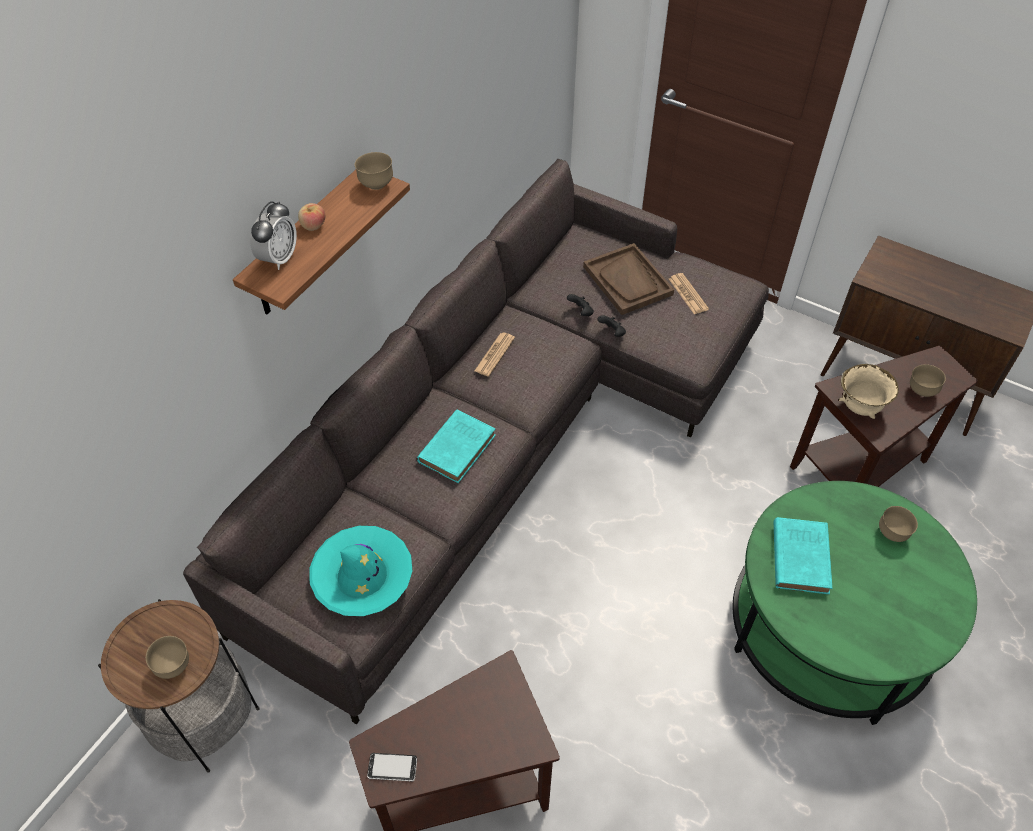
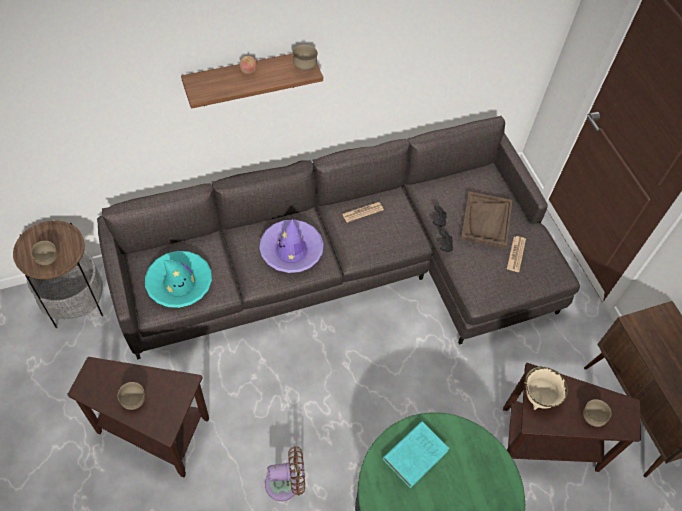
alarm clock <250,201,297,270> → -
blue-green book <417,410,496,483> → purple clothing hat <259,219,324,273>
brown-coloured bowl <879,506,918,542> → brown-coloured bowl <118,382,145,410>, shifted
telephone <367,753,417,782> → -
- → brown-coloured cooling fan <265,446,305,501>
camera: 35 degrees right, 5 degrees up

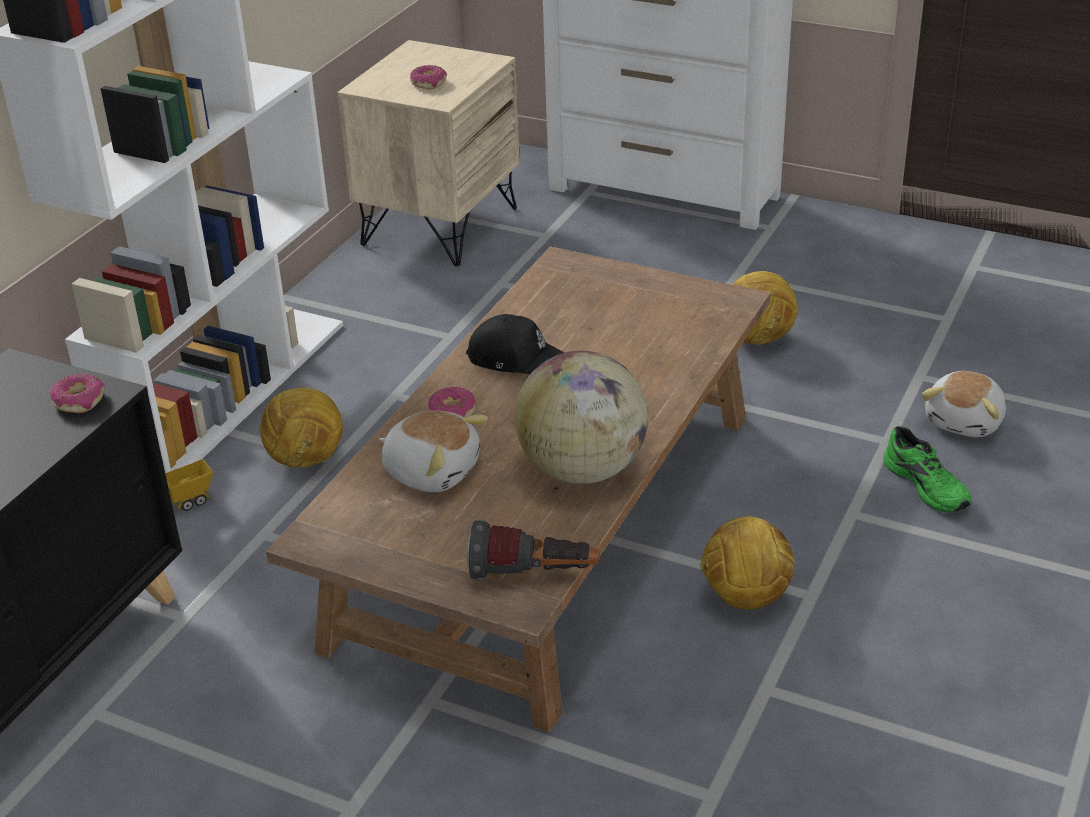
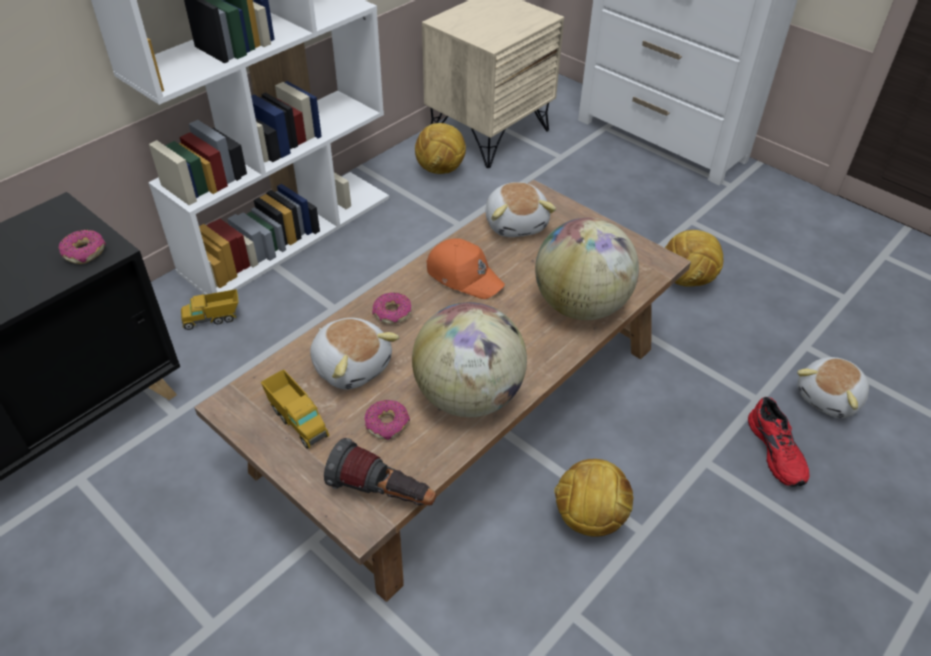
doughnut <410,65,447,90> → doughnut <364,400,410,440>, shifted
black-coloured cap <466,314,565,374> → orangey cap <426,238,505,299>
ball for football <260,388,343,468> → ball for football <415,123,466,174>, shifted
green-coloured low shoe <883,426,971,513> → red-coloured low shoe <748,397,809,487>
- → soft toy <485,182,556,237>
- → world globe <535,217,639,320>
- → toy truck <261,369,329,449>
camera: 15 degrees right, 10 degrees up

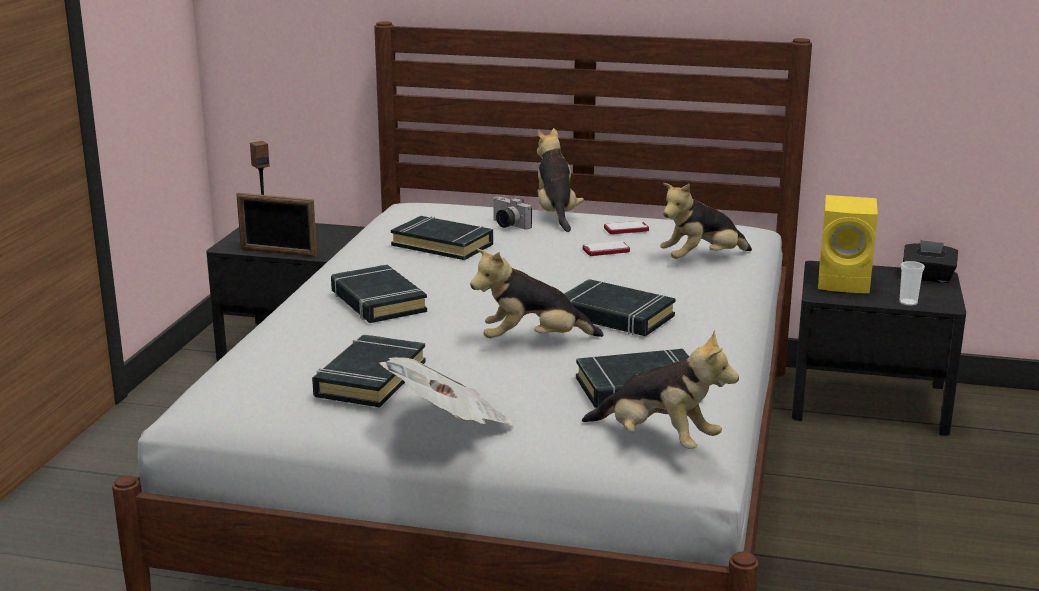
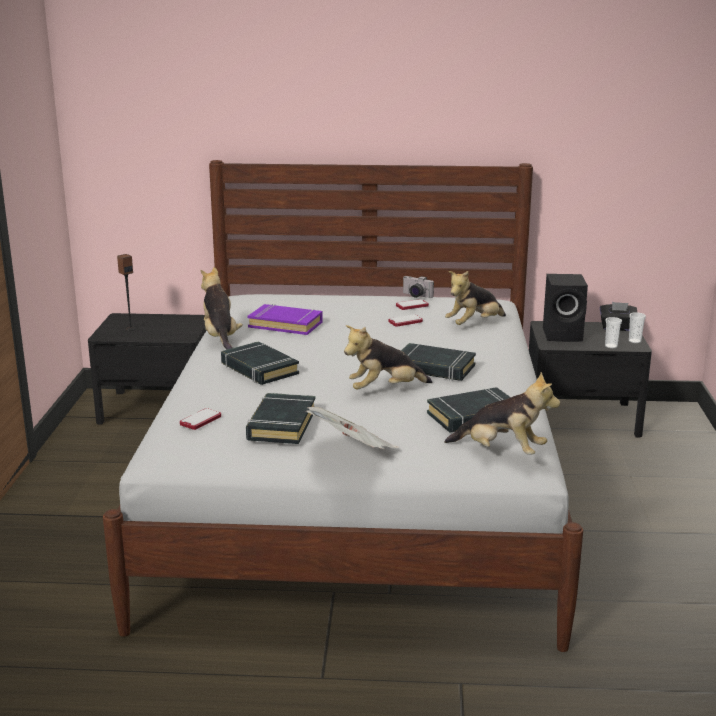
soft toy <537,128,584,232> → soft toy <201,267,243,350>, shifted
photo frame <236,193,317,257> → -
yellowish speaker <818,195,878,293> → black-coloured speaker <543,274,588,342>
still camera <493,197,532,229> → still camera <403,276,434,298>, shifted
black-coloured book <391,216,493,260> → purple book <248,304,323,335>
- → small cup <629,312,646,343>
- → telephone <180,408,221,430>
camera: 10 degrees left, 0 degrees up

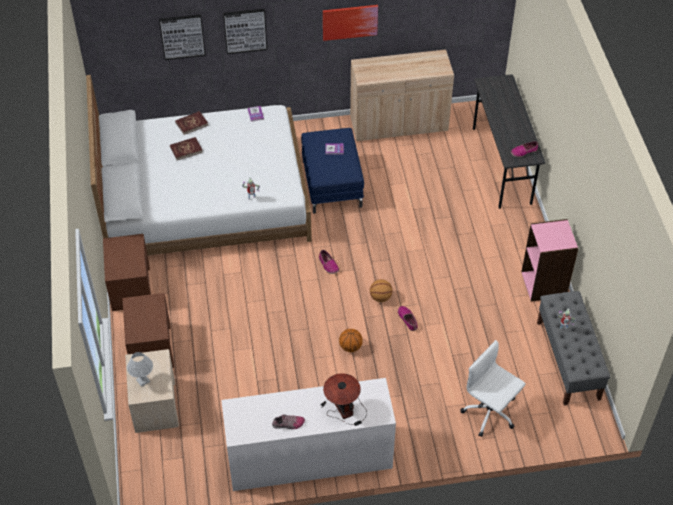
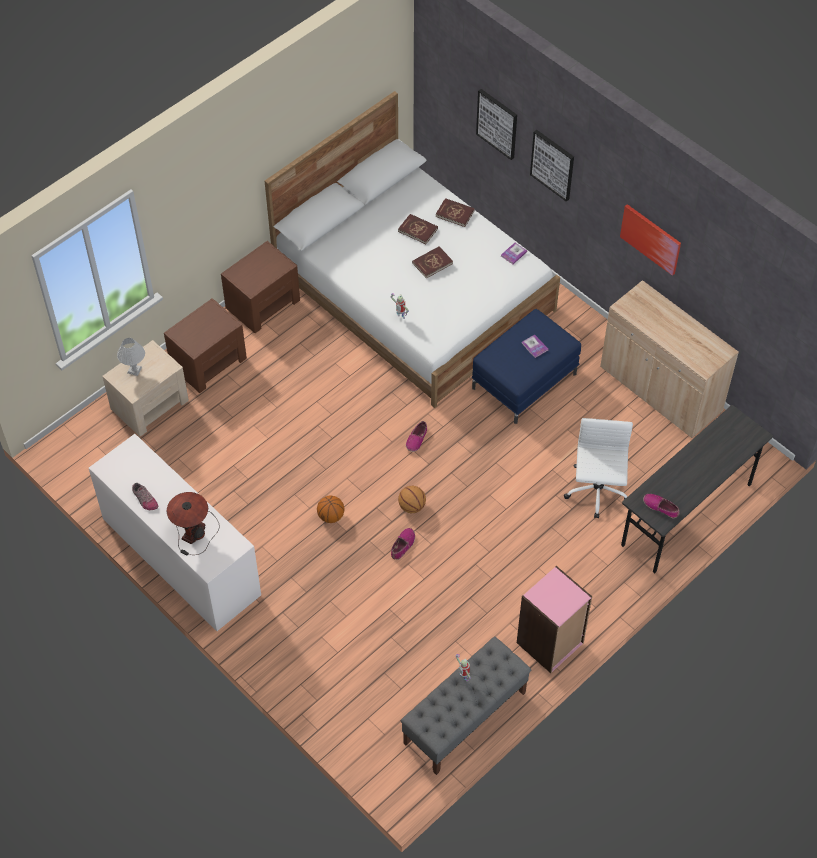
white-coloured office chair <460,340,525,437> → white-coloured office chair <564,418,633,518>, shifted
- → red-coloured book <412,246,453,278>
camera: 55 degrees right, 5 degrees up

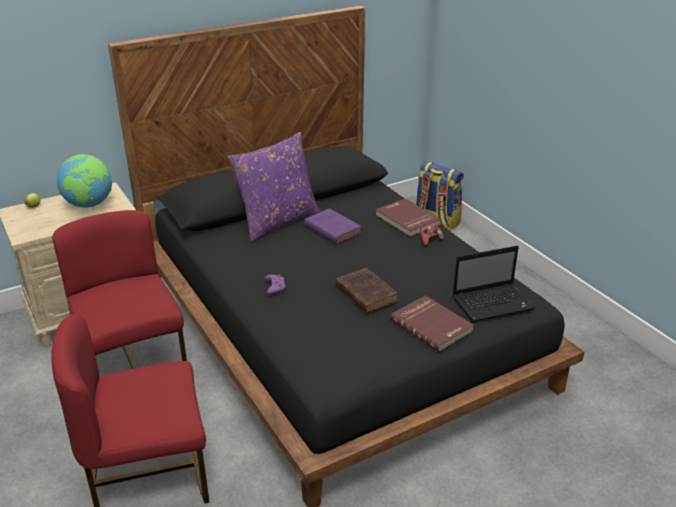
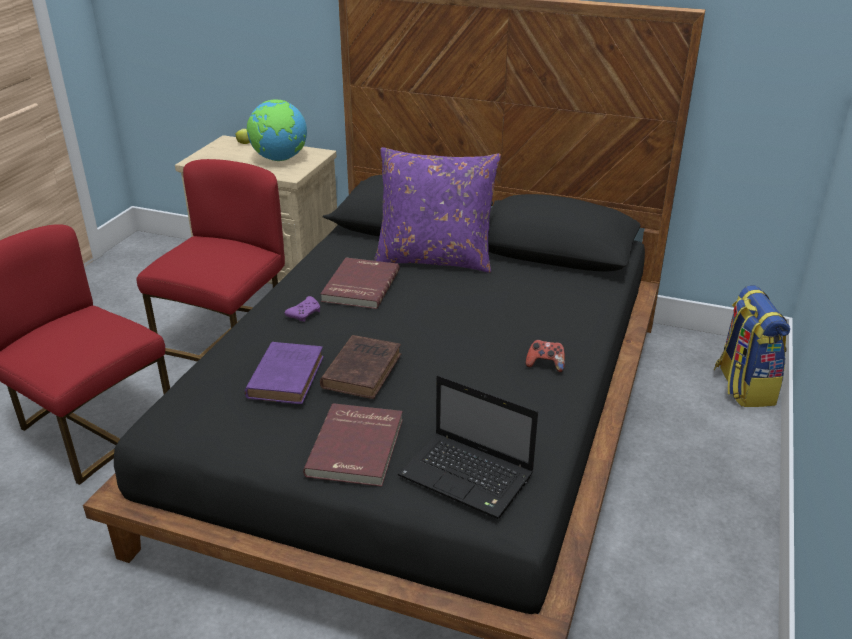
red-coloured book <376,199,442,237> → red-coloured book <321,258,400,309>, shifted
purple book <304,208,361,244> → purple book <245,342,324,404>, shifted
camera: 50 degrees right, 0 degrees up

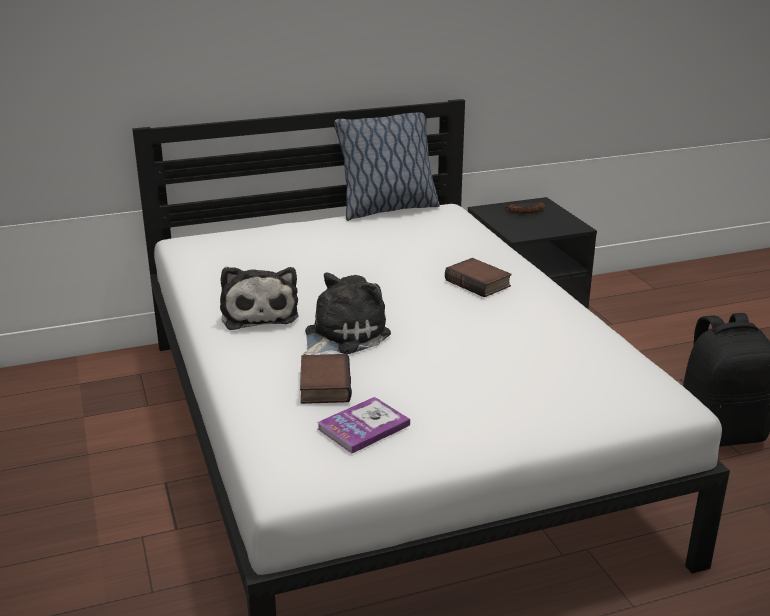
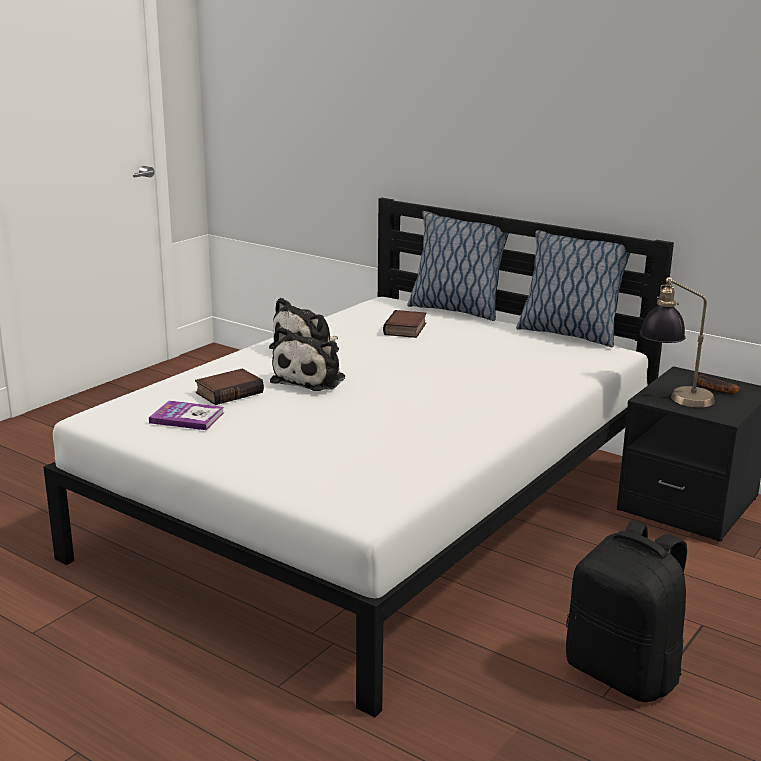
book <445,258,512,298> → book <383,310,427,338>, shifted
soft toy <303,272,391,355> → soft toy <270,326,345,391>, 105 degrees clockwise
- → pillow <407,211,509,321>
- → tabletop lamp <640,277,715,407>
camera: 55 degrees right, 5 degrees down

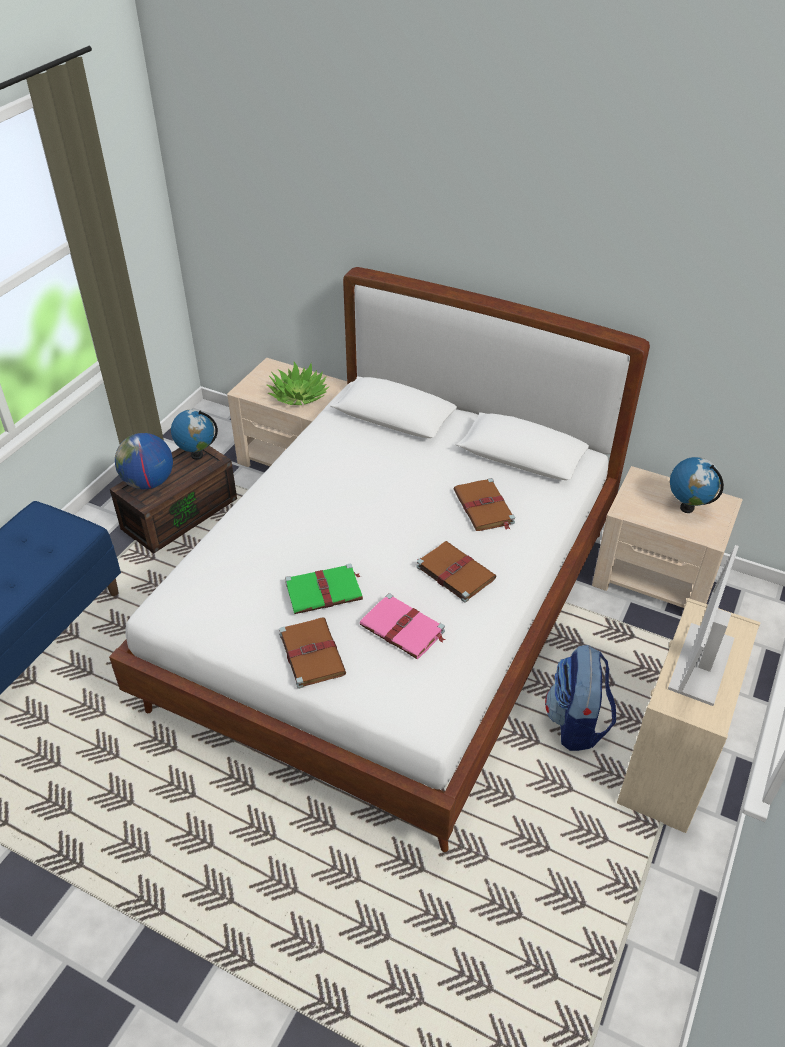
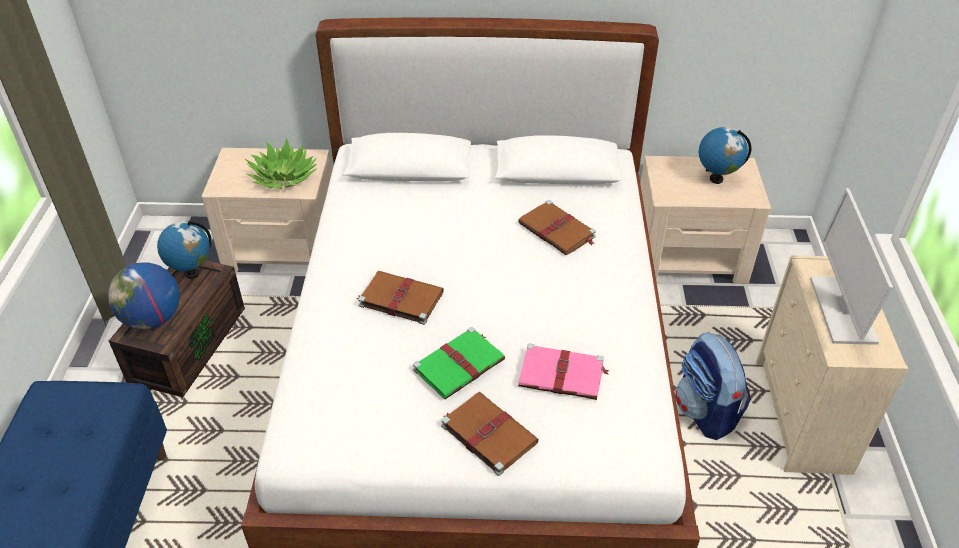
brown-coloured book <416,541,496,603> → brown-coloured book <356,271,444,325>, shifted
camera: 25 degrees left, 0 degrees up

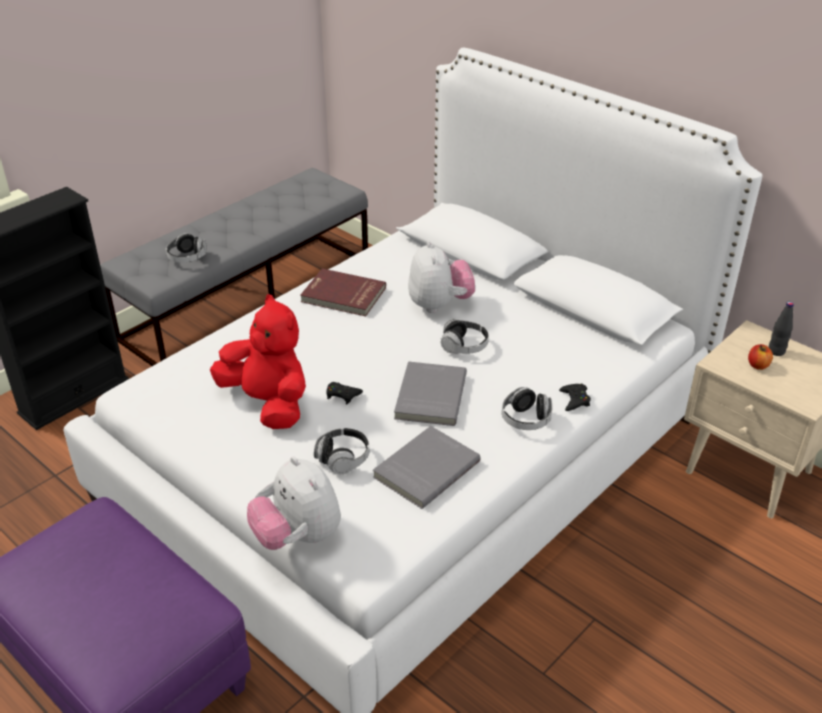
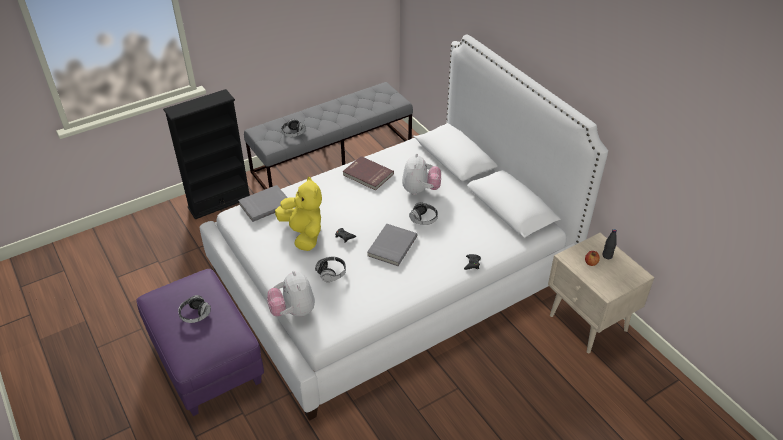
red-coloured soft toy <210,294,306,429> → yellowish soft toy <275,176,322,251>
headphones <502,387,552,430> → headphones <178,295,211,323>, shifted
grey book <373,426,481,509> → grey book <238,185,288,222>, shifted
camera: 15 degrees right, 5 degrees up

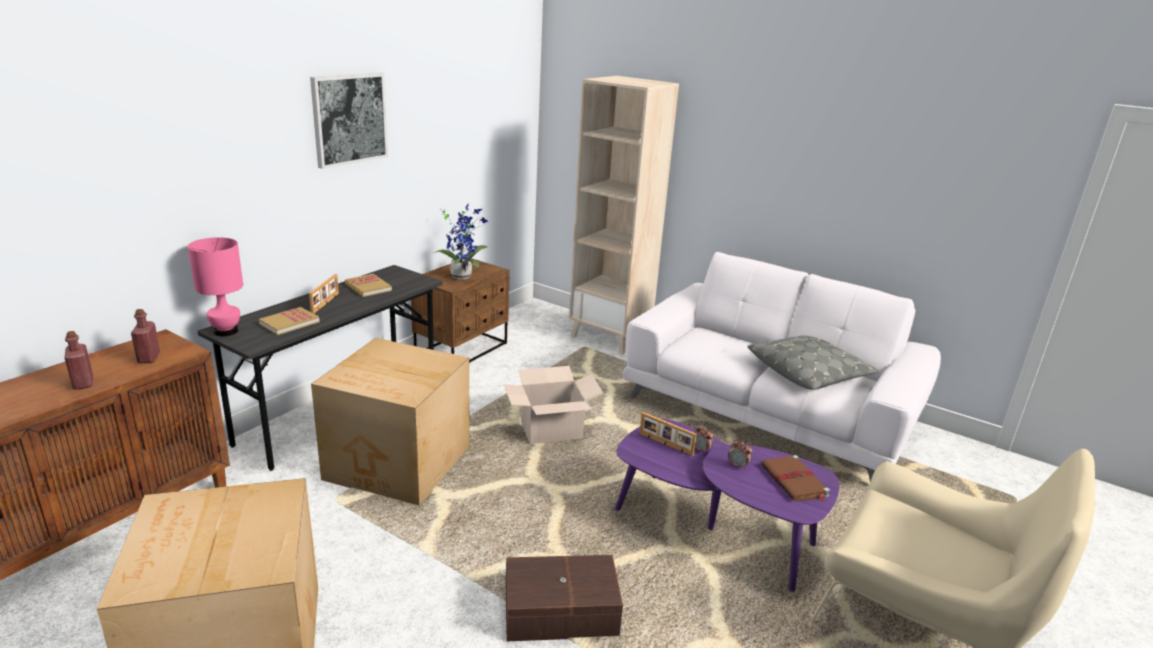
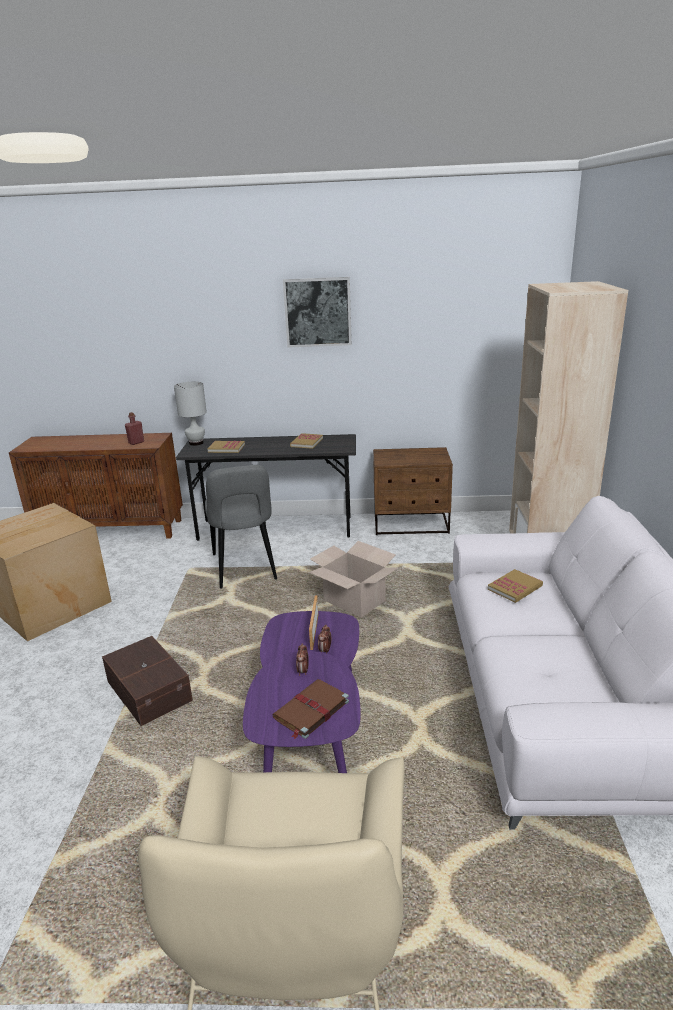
plant in a pot <434,204,488,280> → -
pink tabletop lamp <187,237,243,336> → white-coloured tabletop lamp <174,381,207,446>
photo frame <309,274,339,314> → -
red-coloured beverage bottle <64,331,93,390> → -
grey pillow <748,335,879,390> → -
packing box <311,338,469,505> → grey upright chair <205,465,277,589>
- → book <488,569,543,603>
camera: 60 degrees right, 0 degrees up

